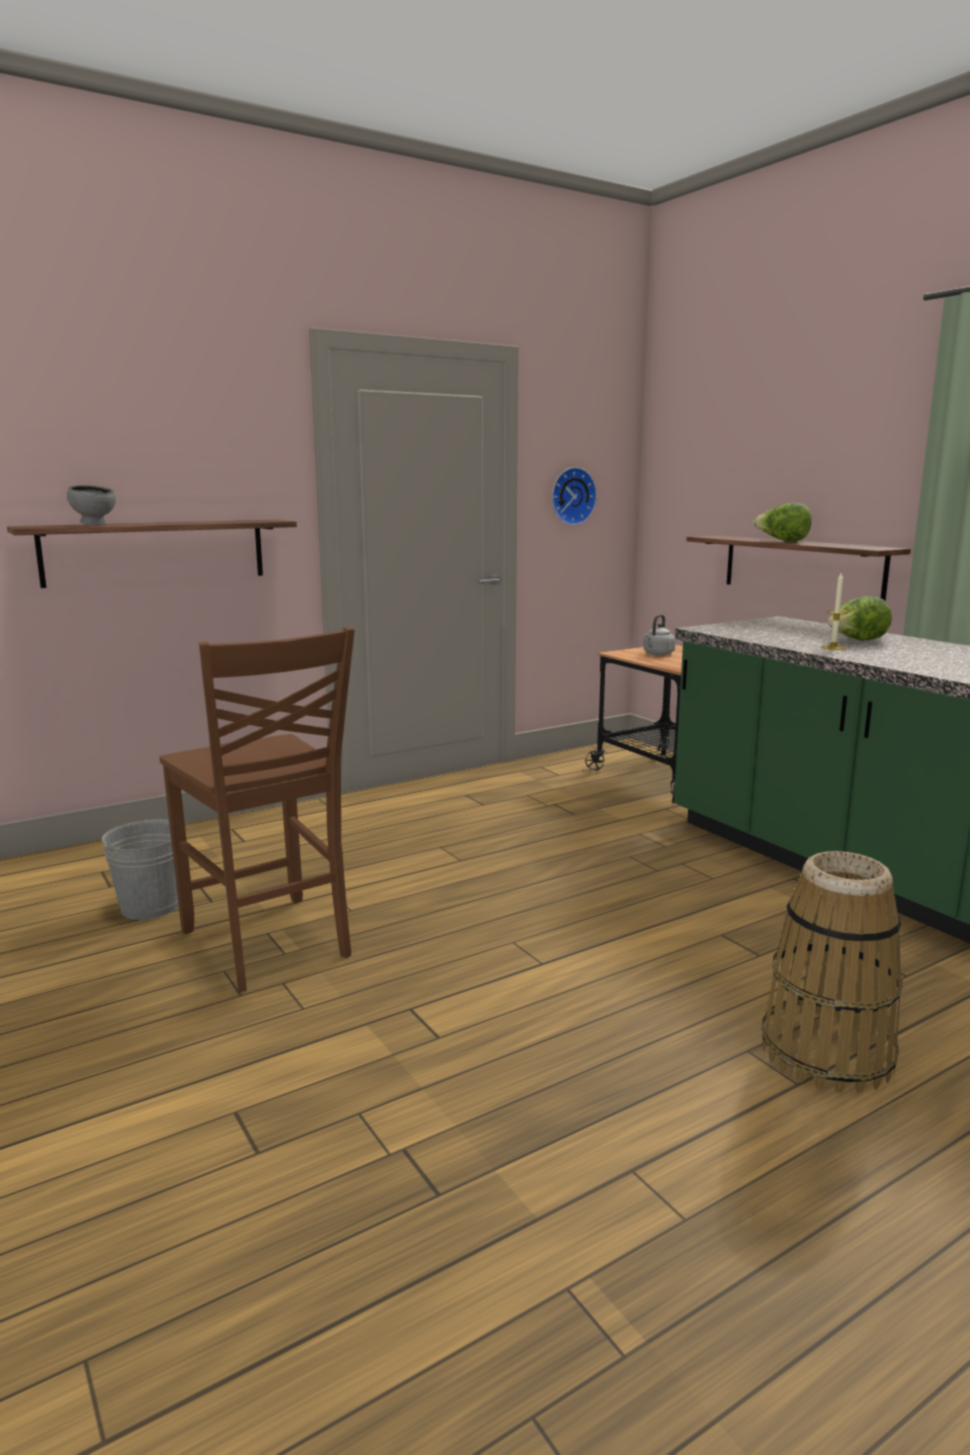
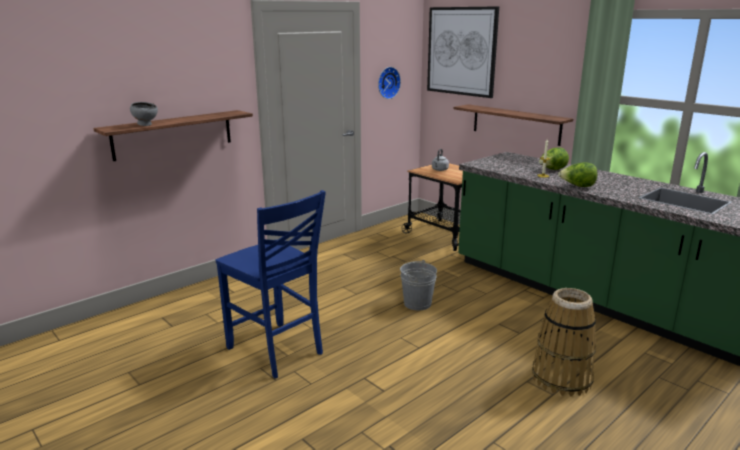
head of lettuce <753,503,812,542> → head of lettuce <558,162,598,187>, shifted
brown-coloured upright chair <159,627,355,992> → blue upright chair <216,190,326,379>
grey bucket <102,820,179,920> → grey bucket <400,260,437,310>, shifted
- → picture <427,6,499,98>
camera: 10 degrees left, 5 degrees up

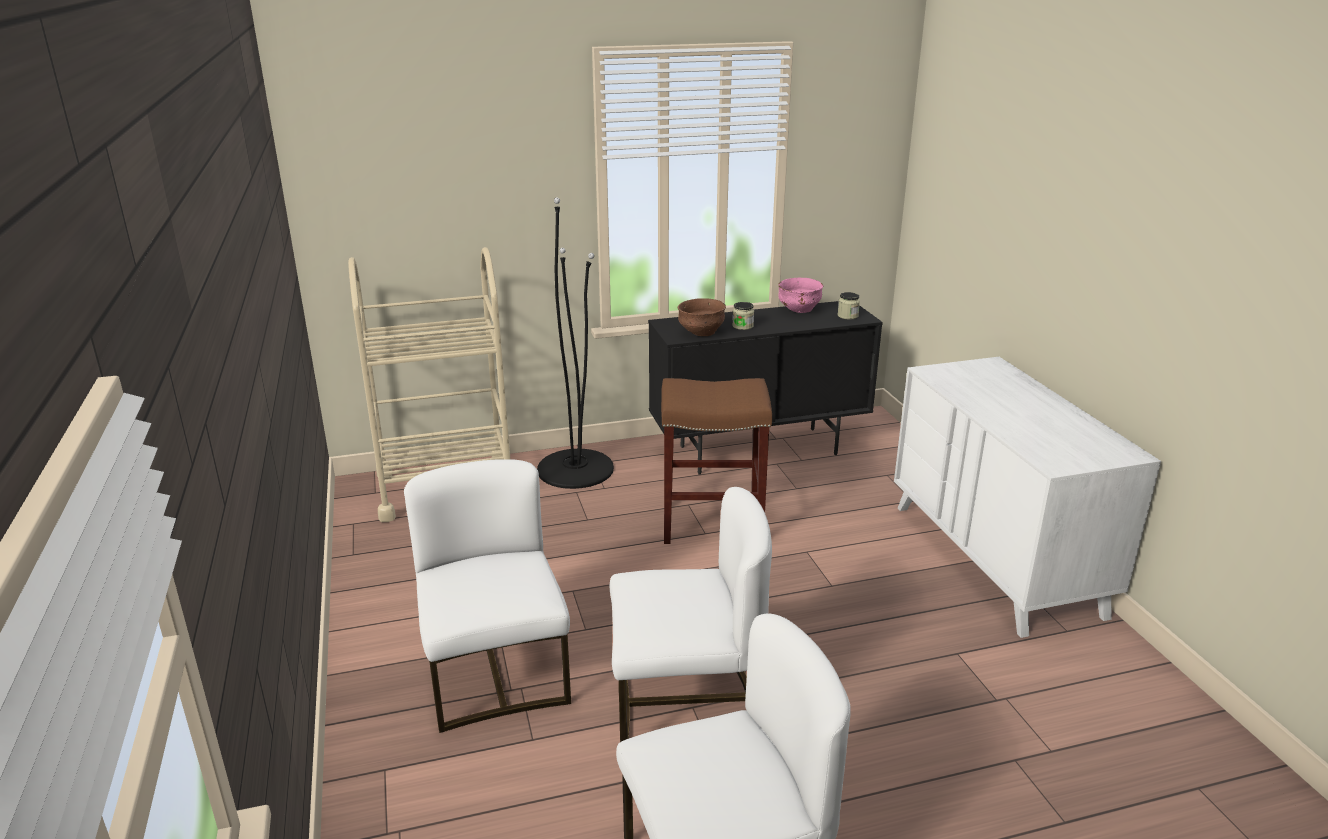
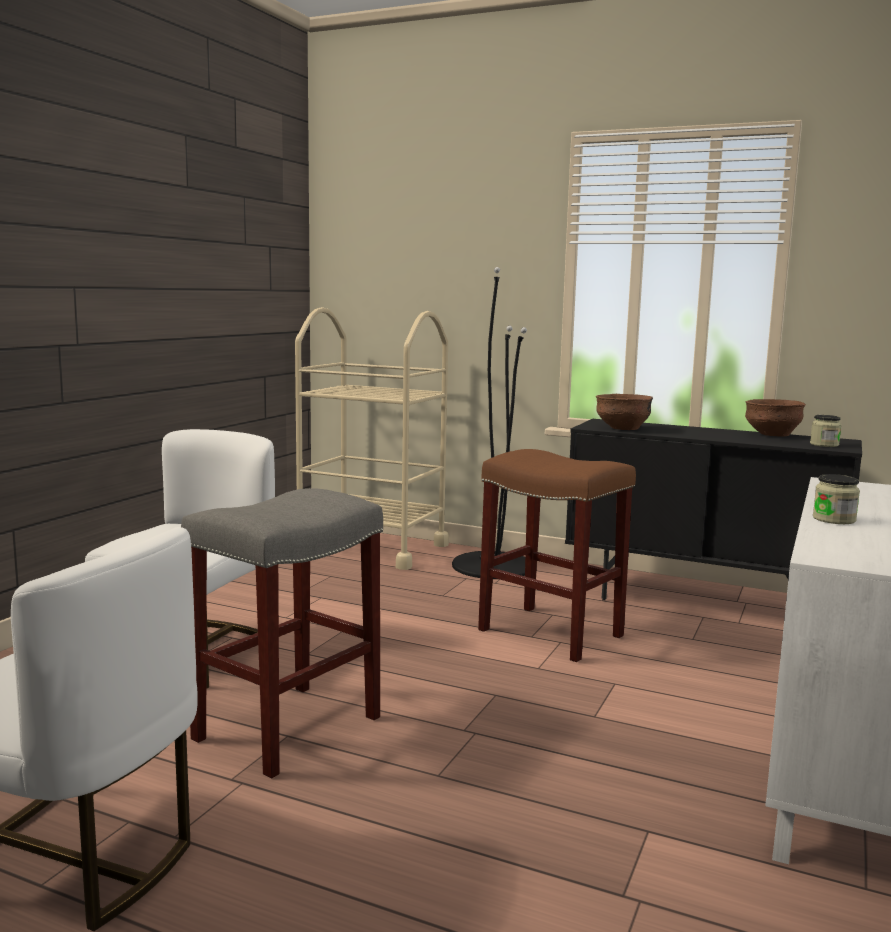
pink bowl <778,278,824,313> → brown-coloured bowl <745,399,806,437>
jar <732,302,754,330> → jar <813,474,860,524>, shifted
white-coloured upright chair <610,487,772,742> → grey stool seat <181,488,383,778>
camera: 40 degrees right, 15 degrees down

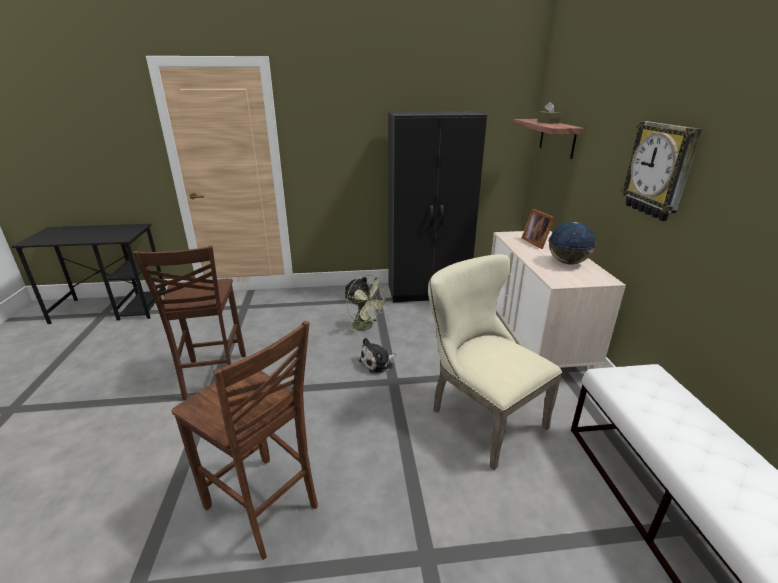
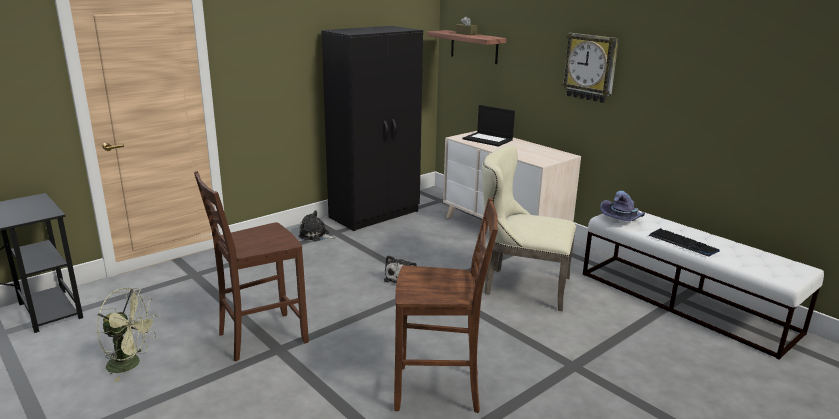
photo frame <522,209,555,249> → notebook computer <462,105,515,147>
world globe <549,222,596,264> → -
brown-coloured upright chair <133,246,246,400> → brown-coloured upright chair <194,171,309,362>, 105 degrees clockwise
green-coloured cooling fan <346,275,388,335> → green-coloured cooling fan <97,288,158,382>, shifted
- → purple clothing hat <600,191,645,221>
- → keyboard <648,228,720,257>
camera: 35 degrees left, 5 degrees down

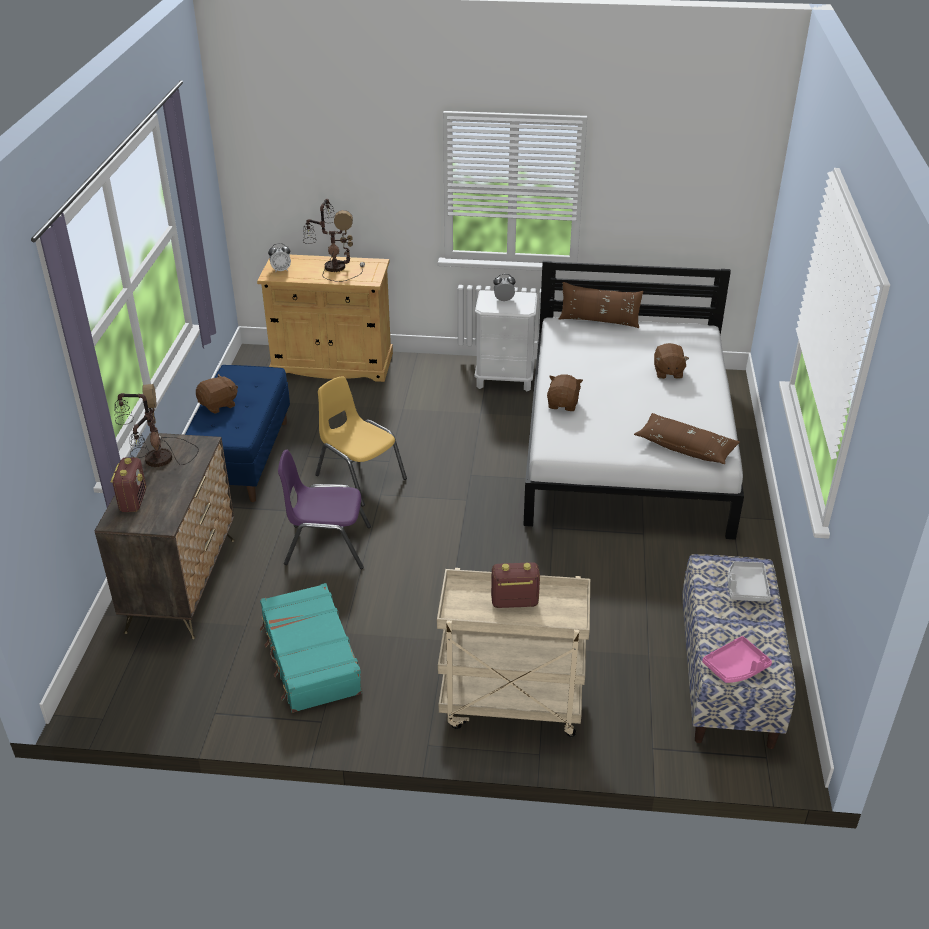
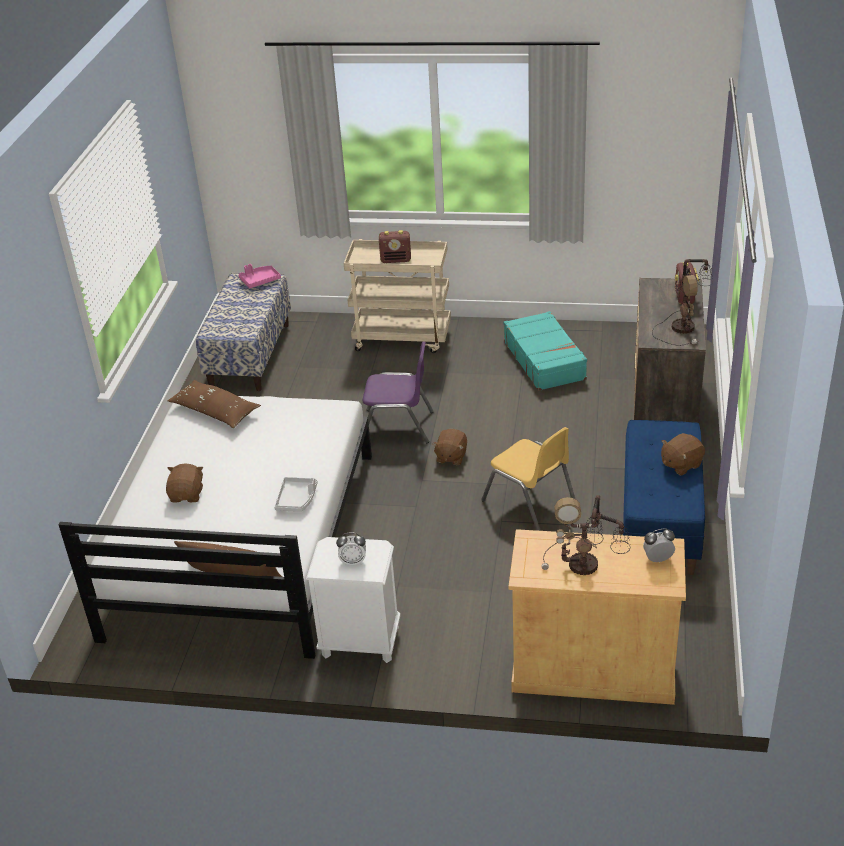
brown-coloured soft toy <547,374,583,411> → brown-coloured soft toy <432,429,467,465>, shifted
purple upright chair <278,450,371,569> → purple upright chair <362,341,434,443>, shifted
grey carrying tray <727,561,771,602> → grey carrying tray <274,477,318,511>, shifted
camera: 175 degrees left, 0 degrees up

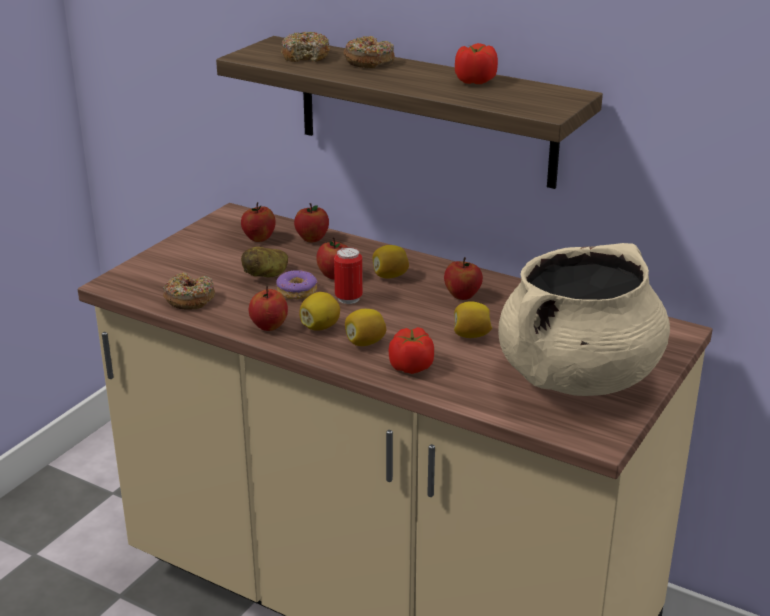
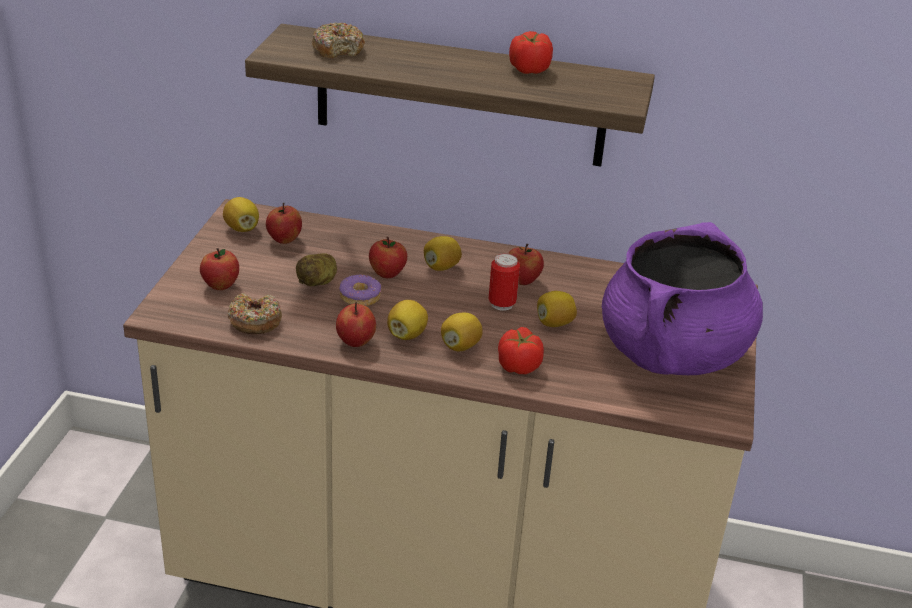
doughnut <343,36,395,68> → -
apple fruit <294,203,329,242> → apple fruit <200,248,239,290>, shifted
sand-coloured stockpot <498,243,670,396> → purple stockpot <602,222,763,375>
sealed can <334,247,363,304> → sealed can <489,253,520,311>, shifted
- → whole lemon <223,197,259,232>
camera: 20 degrees left, 5 degrees up

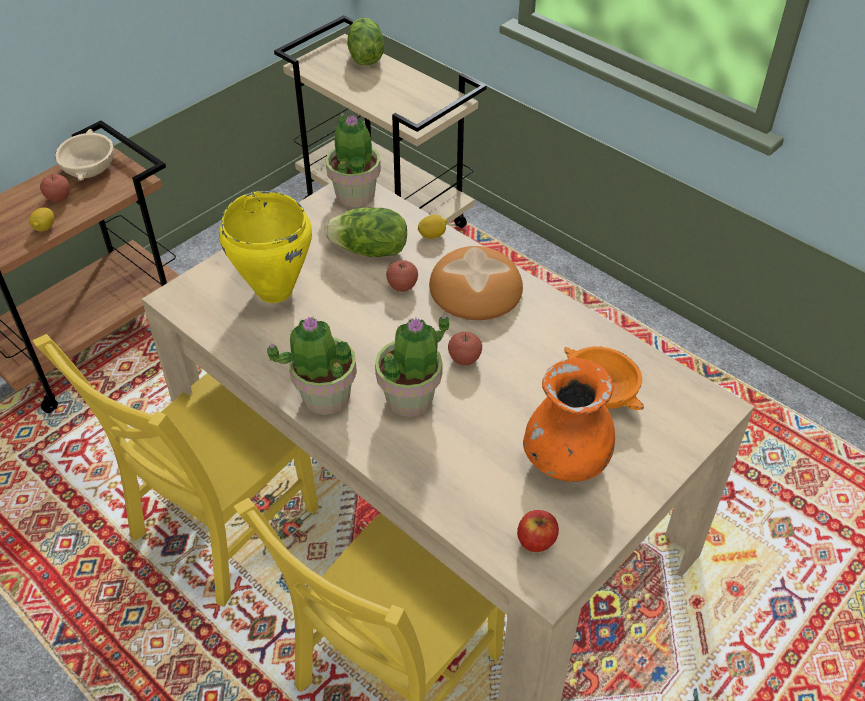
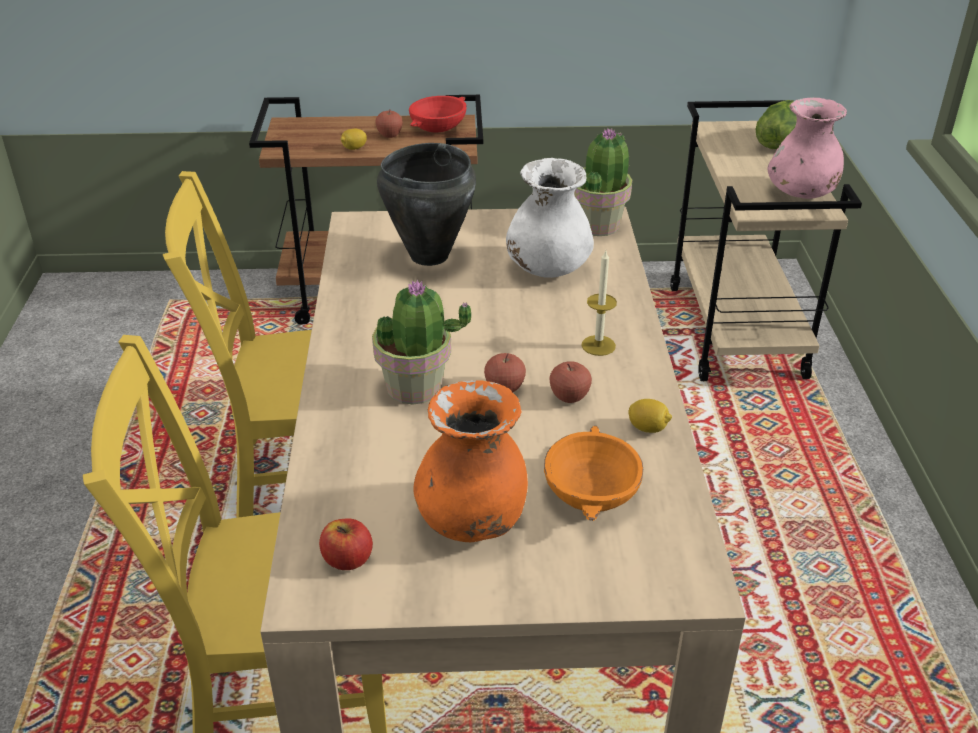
sand-coloured bowl <55,129,114,181> → red-coloured bowl <409,96,467,132>
yellowish stockpot <219,191,312,303> → black-coloured stockpot <377,143,476,266>
head of lettuce <324,208,407,257> → white-coloured flower vase <506,158,594,278>
whole lemon <418,215,447,239> → whole lemon <628,399,672,433>, shifted
baked bread <429,246,523,320> → wax candle <581,251,617,356>
apple fruit <386,260,418,292> → apple fruit <549,361,592,403>, shifted
plant in a pot <267,316,357,415> → -
- → pink flower vase <768,97,847,199>
camera: 45 degrees right, 10 degrees down

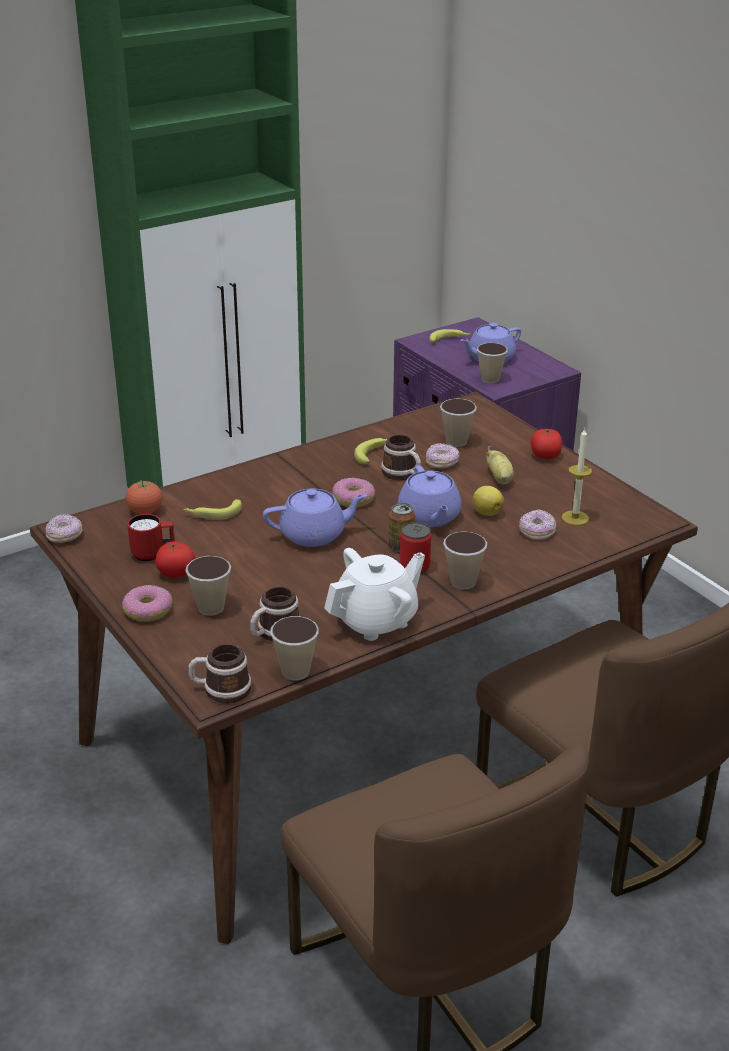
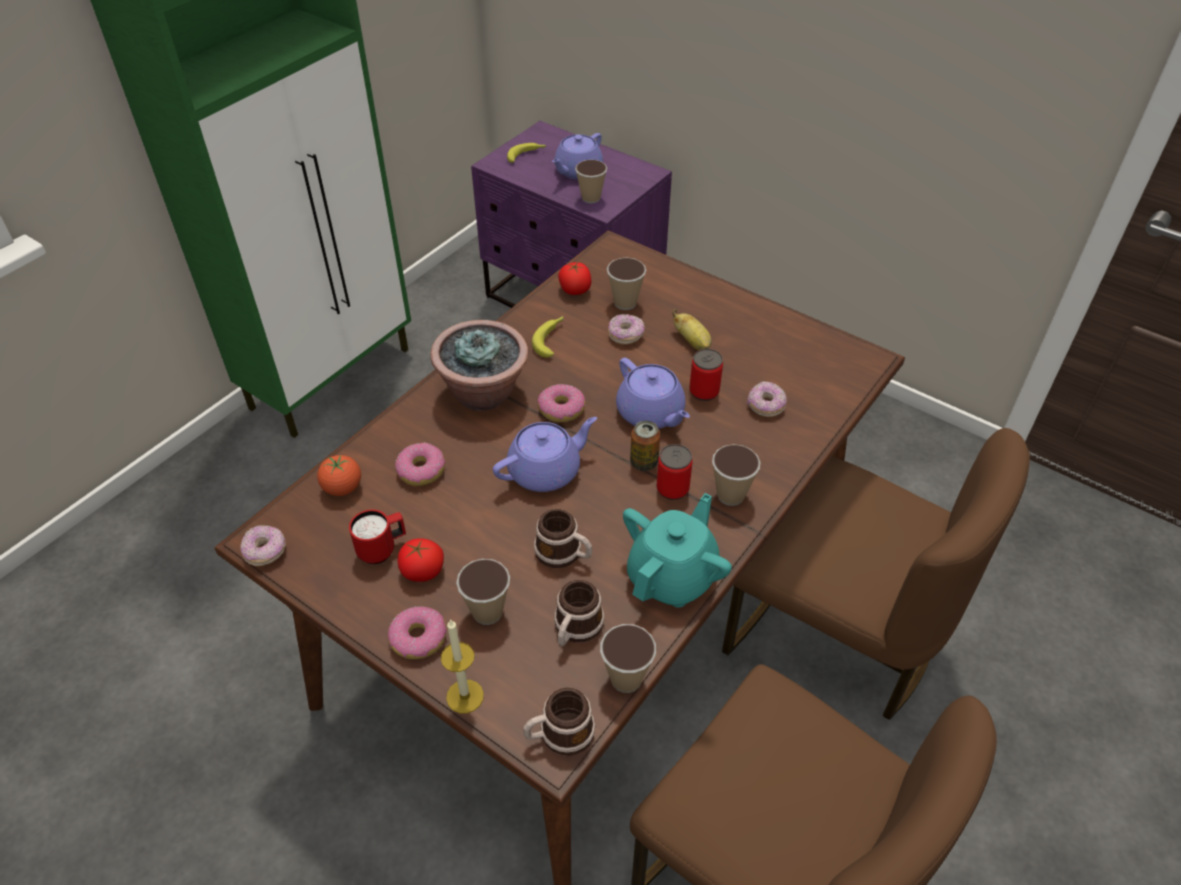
whole tomato <531,429,562,459> → whole tomato <558,262,591,295>, shifted
wax candle <562,429,592,525> → wax candle <441,619,484,714>, shifted
tea mug <381,435,421,480> → tea mug <534,509,592,568>, shifted
whole lemon <473,486,504,516> → sealed can <689,349,723,401>
banana <184,499,242,520> → doughnut <395,443,445,486>
white-coloured pot for tea <324,548,425,641> → blue-green pot for tea <623,493,732,608>
- → plant in a pot <430,320,528,411>
camera: 20 degrees left, 15 degrees up

